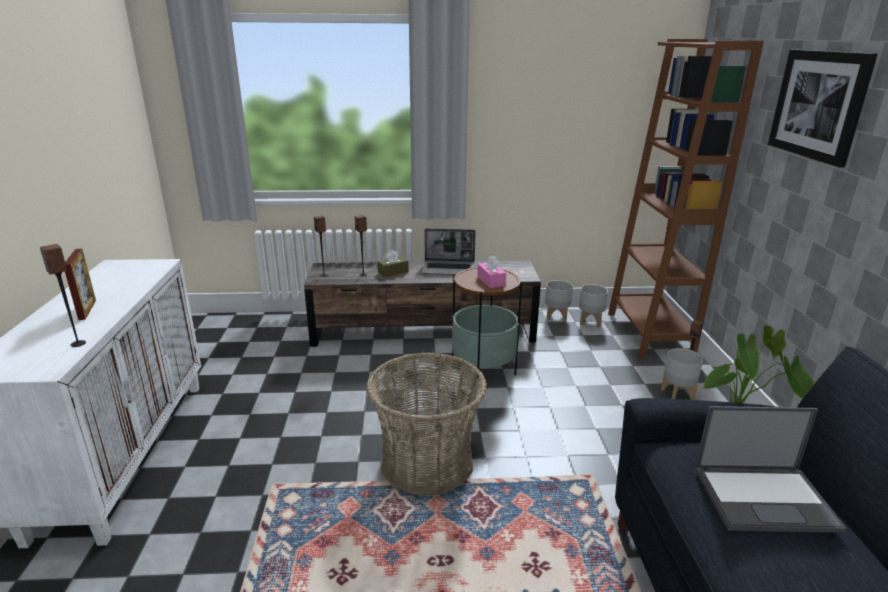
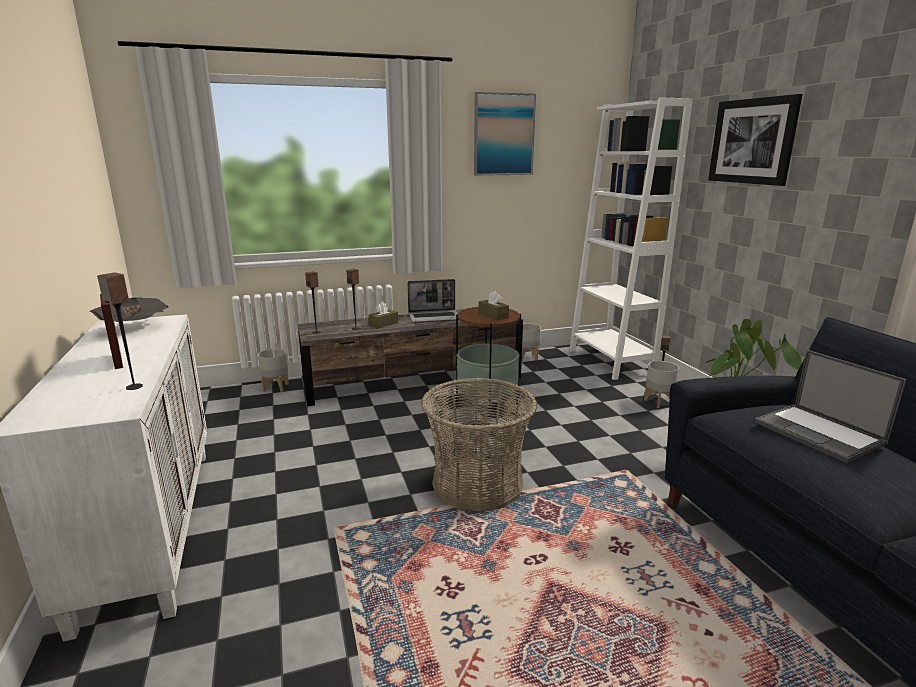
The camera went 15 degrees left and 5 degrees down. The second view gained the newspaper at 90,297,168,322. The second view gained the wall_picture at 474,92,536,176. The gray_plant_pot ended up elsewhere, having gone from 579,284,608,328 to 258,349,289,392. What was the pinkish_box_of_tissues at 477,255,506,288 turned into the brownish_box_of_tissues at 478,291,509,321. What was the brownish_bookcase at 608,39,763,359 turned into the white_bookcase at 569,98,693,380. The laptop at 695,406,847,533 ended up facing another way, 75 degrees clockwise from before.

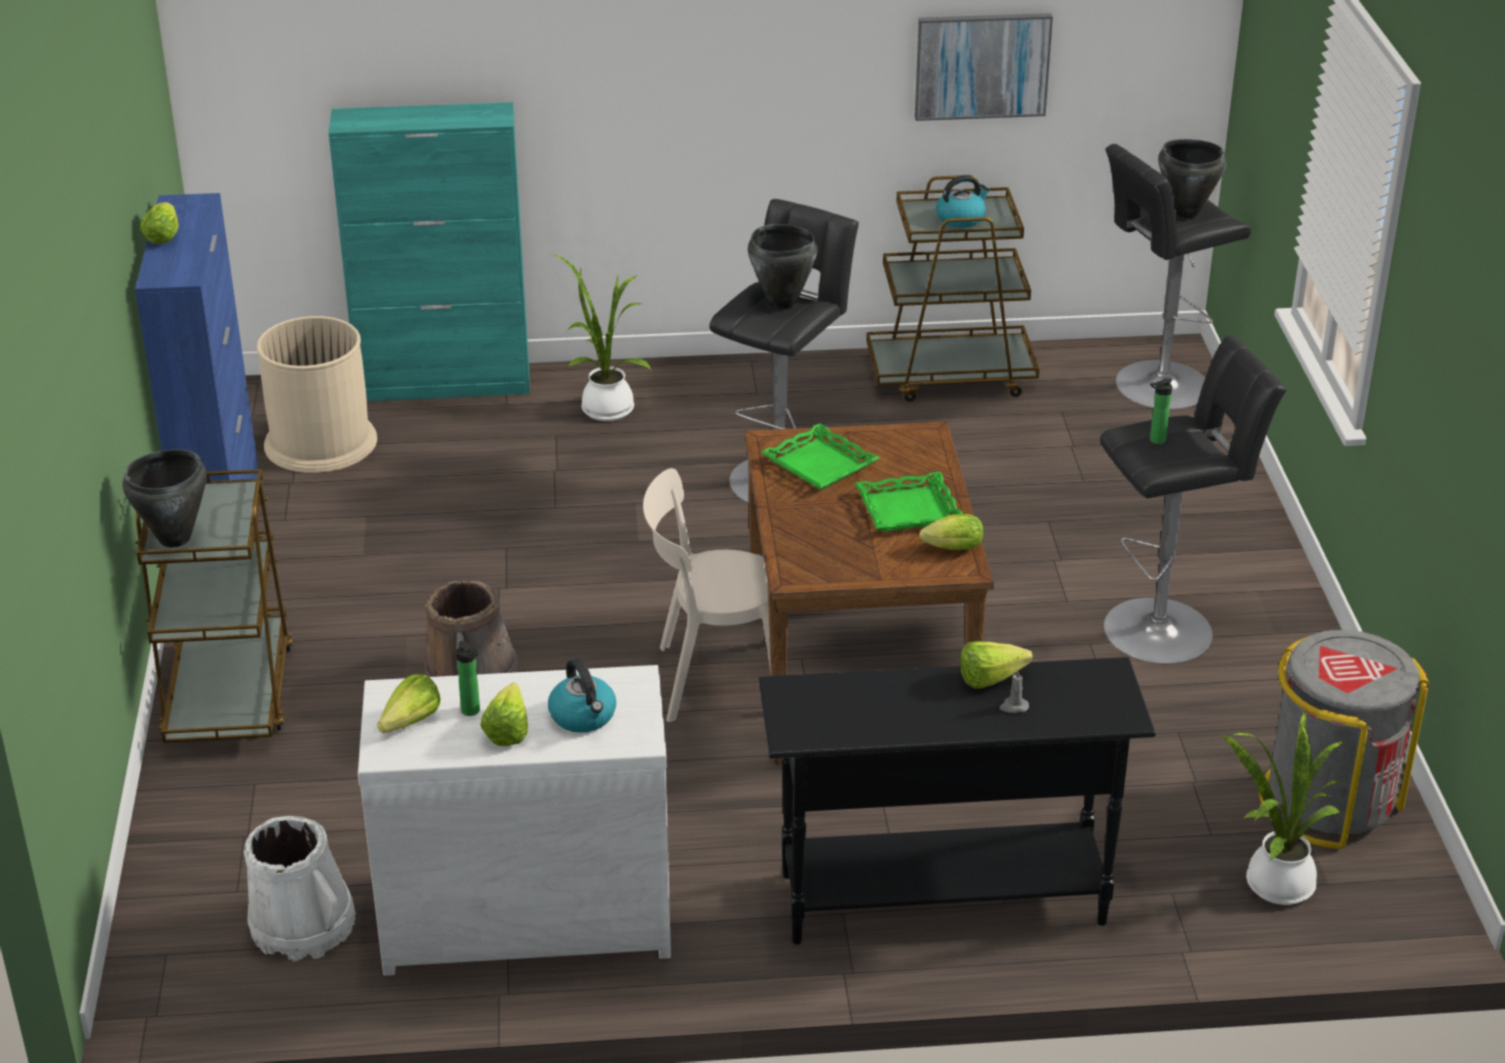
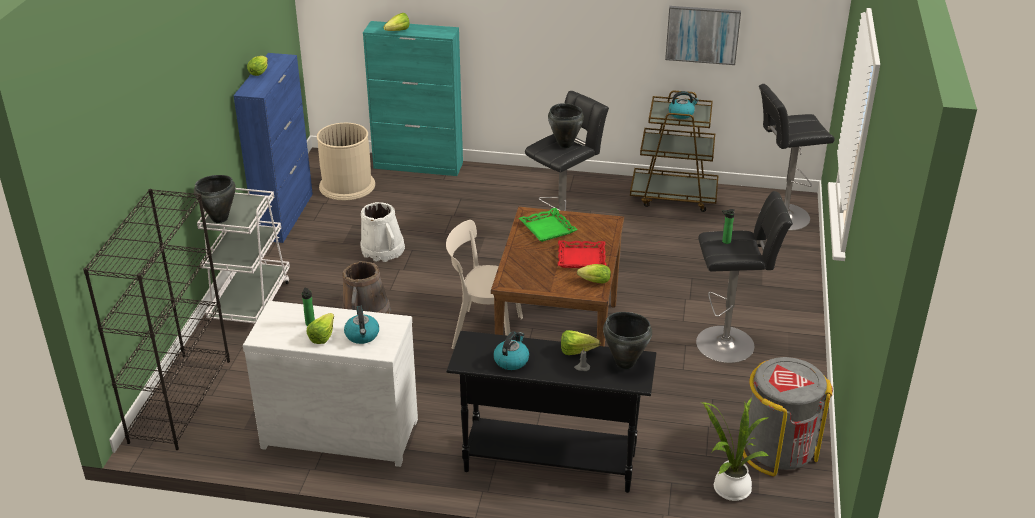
The camera went 15 degrees right and 0 degrees up. The second view lost the houseplant at 552,254,651,421. The second view gained the black_bookcase at 83,189,230,450. The second view gained the water_kettle at 493,331,529,370. The white_bucket ended up elsewhere, having gone from 243,816,356,962 to 360,202,405,262. The lettuce ended up elsewhere, having gone from 378,674,440,733 to 383,13,410,31. The black_saucepot ended up elsewhere, having gone from 1158,139,1226,219 to 603,312,652,369. What was the brownish_cart at 135,469,293,743 turned into the white_cart at 197,188,290,323. What was the green_carrying_tray at 855,472,963,532 turned into the reddish_carrying_tray at 558,240,606,268.

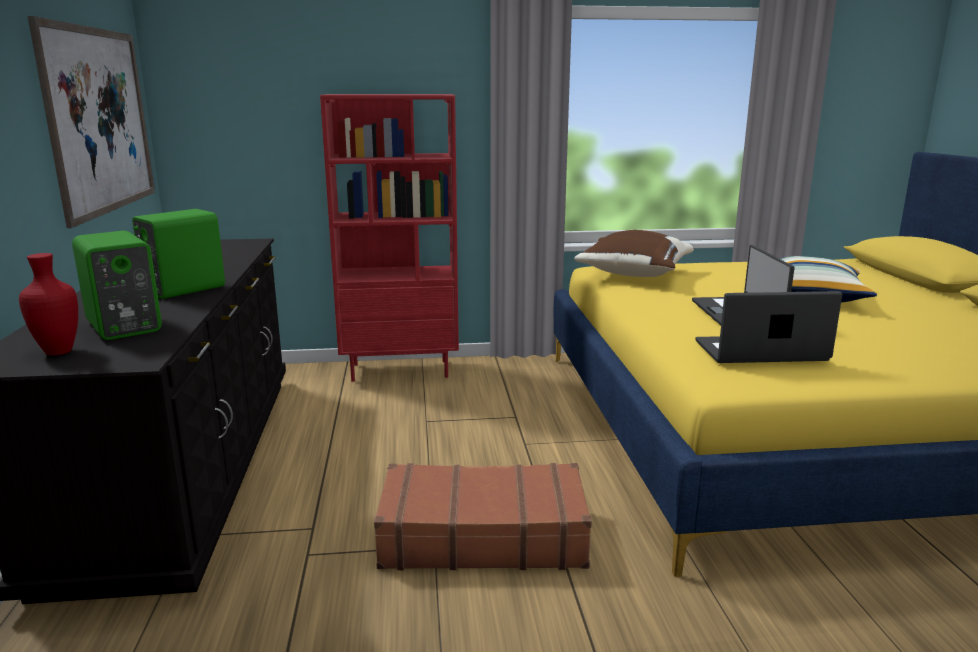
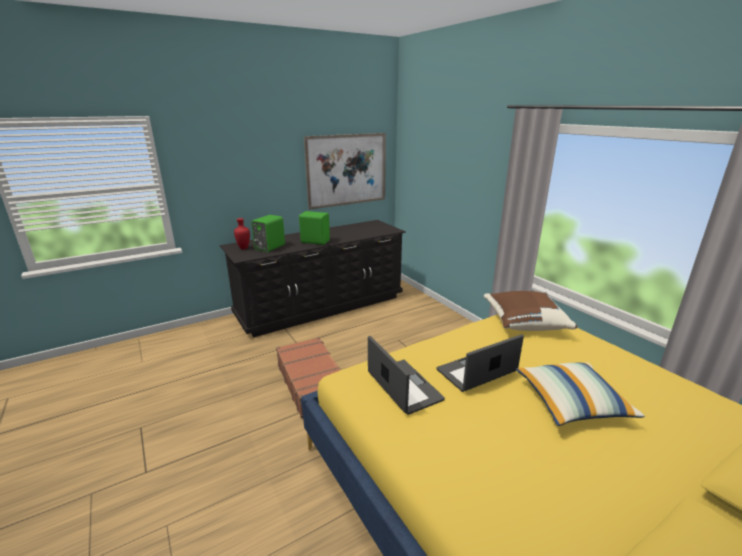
The camera went 65 degrees right and 5 degrees up. The second view lost the reddish_bookcase at 320,94,459,382.

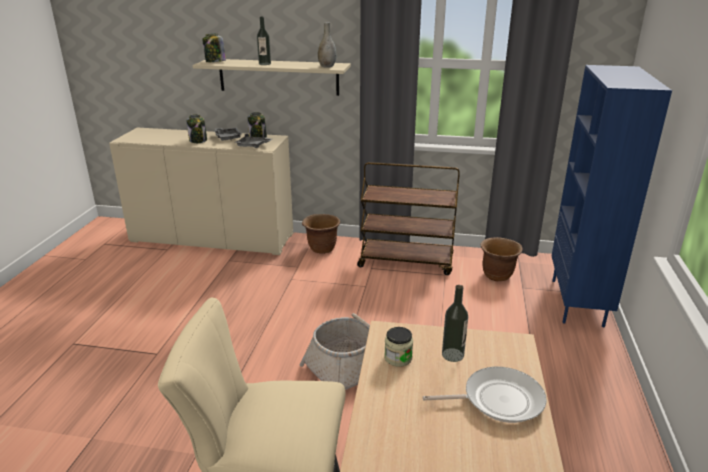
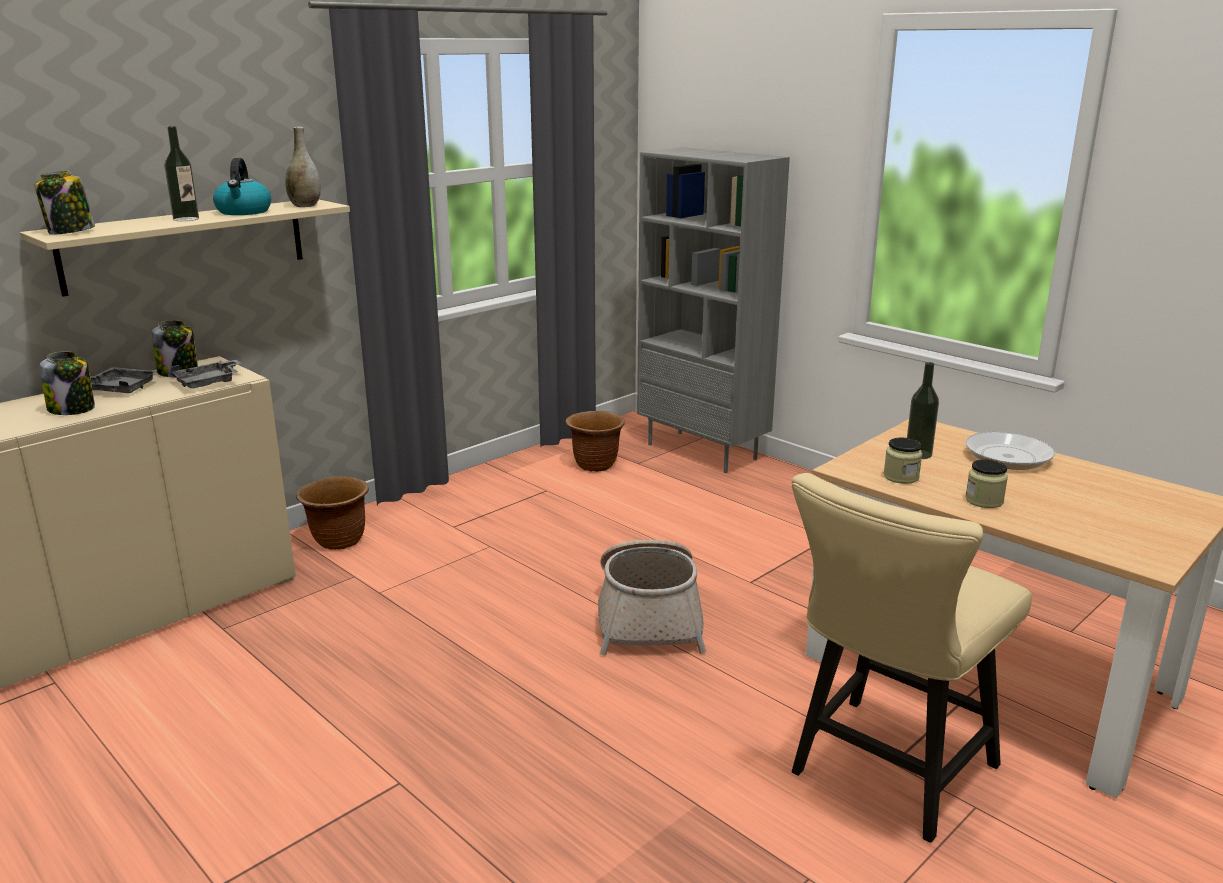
The camera went 55 degrees left and 5 degrees down. The second view lost the brownish_cart at 357,162,460,275. The second view gained the water_kettle at 213,158,271,215. The second view gained the preserve_jar at 965,459,1008,508. What was the blue_bookcase at 552,65,672,327 turned into the gray_bookcase at 637,147,790,473.

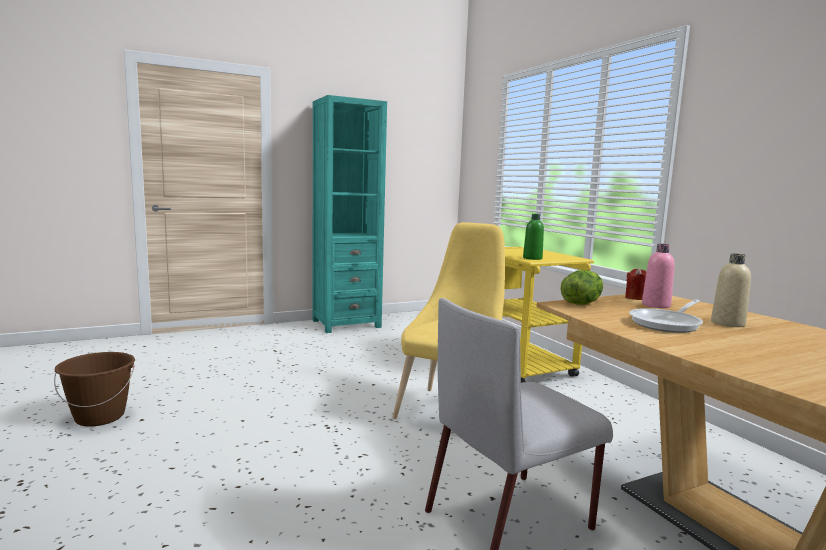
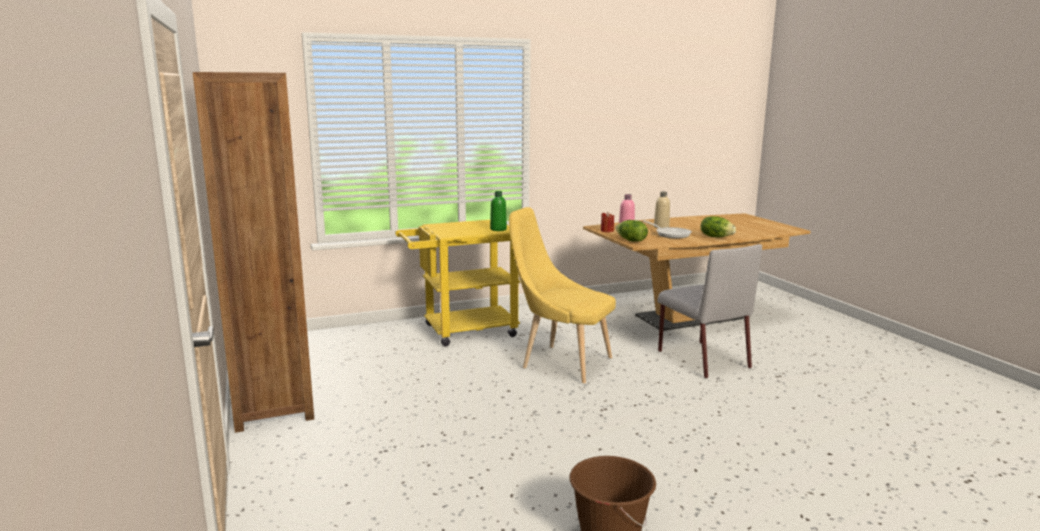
The camera went 85 degrees left and 5 degrees up. The second view gained the lettuce at 701,216,736,237. What was the turquoise-coloured_bookcase at 313,95,387,333 turned into the brownish_bookcase at 193,72,314,433.

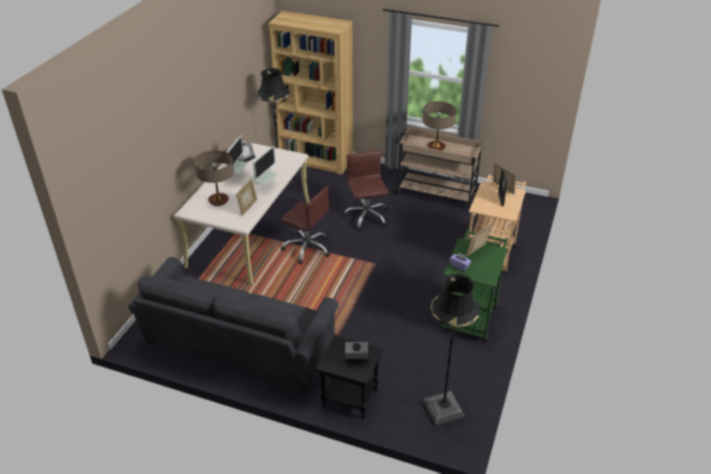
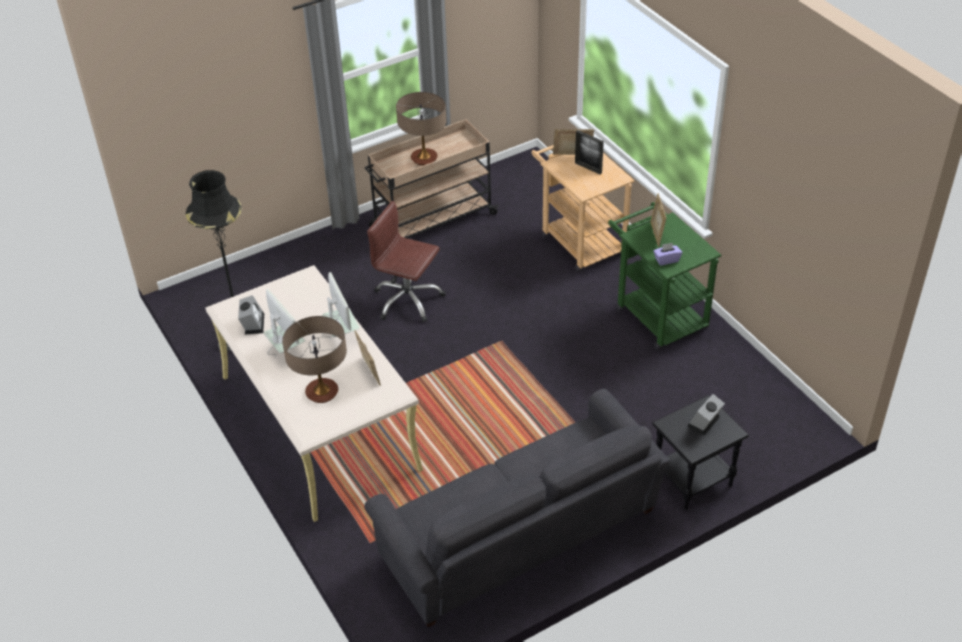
The camera went 50 degrees left and 5 degrees up. The second view lost the brownish_bookcase at 268,11,353,175. The second view lost the brownish_desk_chair at 280,186,330,264. The second view lost the black_floor_lamp at 423,274,480,425.

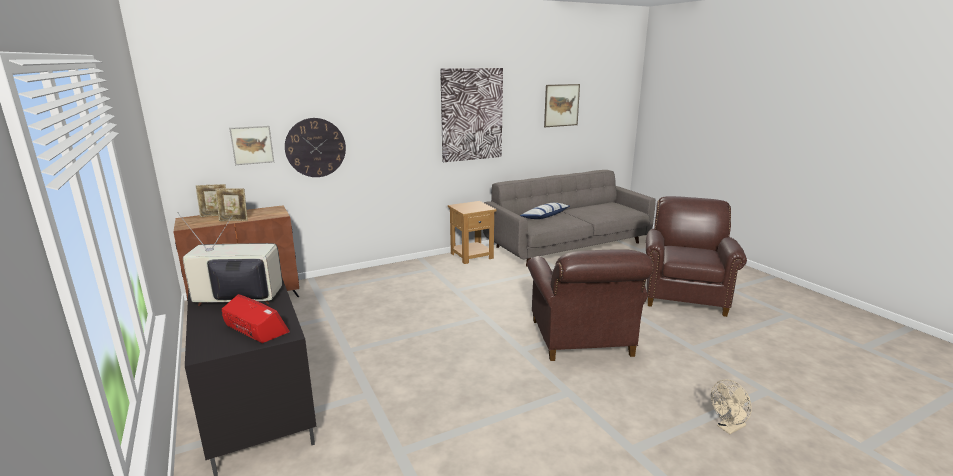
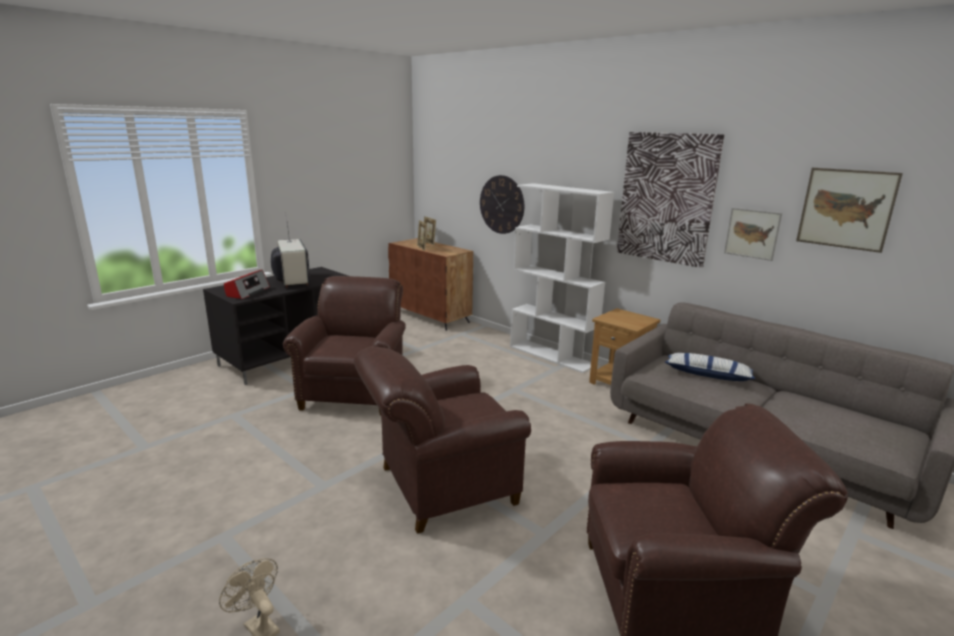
The camera went 70 degrees right and 0 degrees up. The second view gained the brownish_lounge_chair at 283,276,406,415. The second view gained the white_bookcase at 510,183,614,373. The wall_picture ended up elsewhere, having gone from 229,126,274,165 to 724,208,782,261.

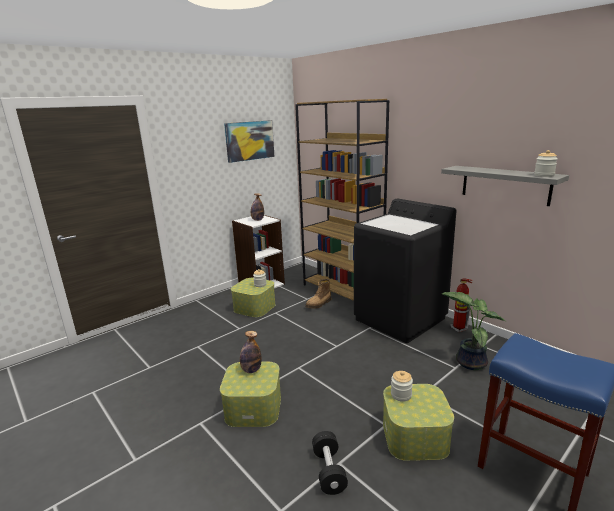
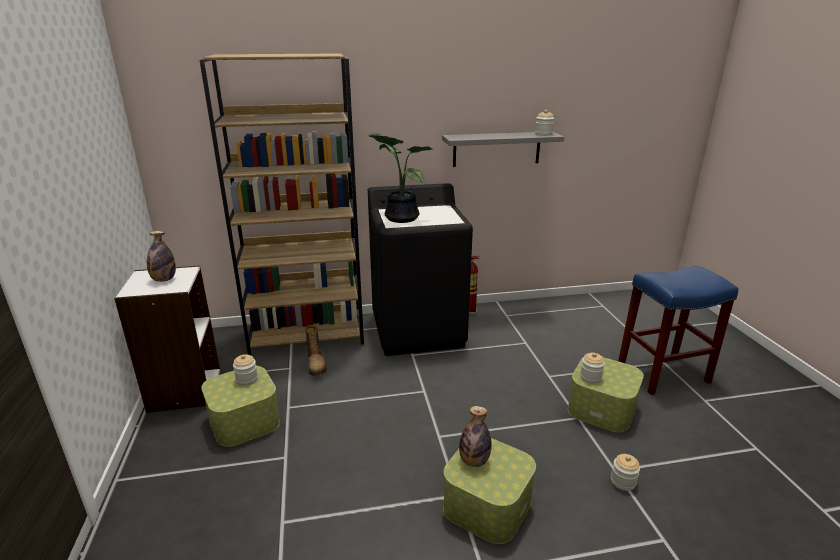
The camera went 60 degrees left and 5 degrees up. The second view lost the wall_picture at 224,120,275,163. The houseplant ended up elsewhere, having gone from 442,292,505,370 to 369,133,432,223. Where the black_free_weight stood at 312,431,348,495, the preserve_jar came to stand at 611,454,640,491.

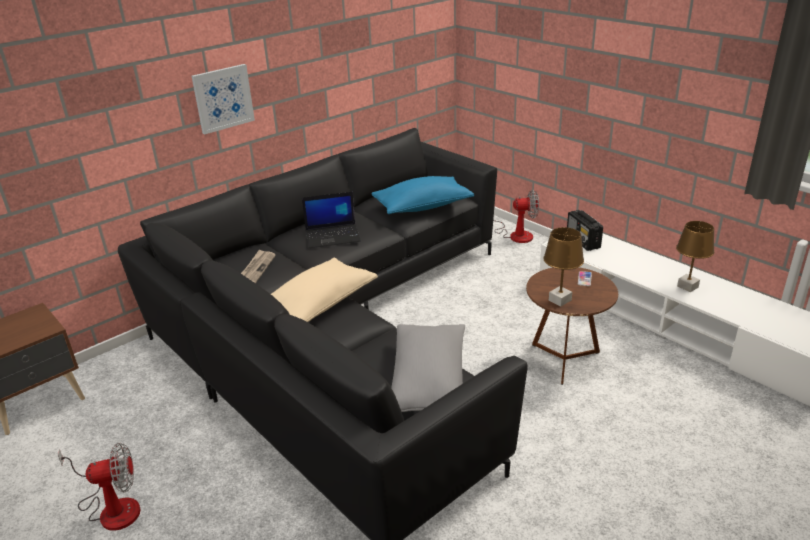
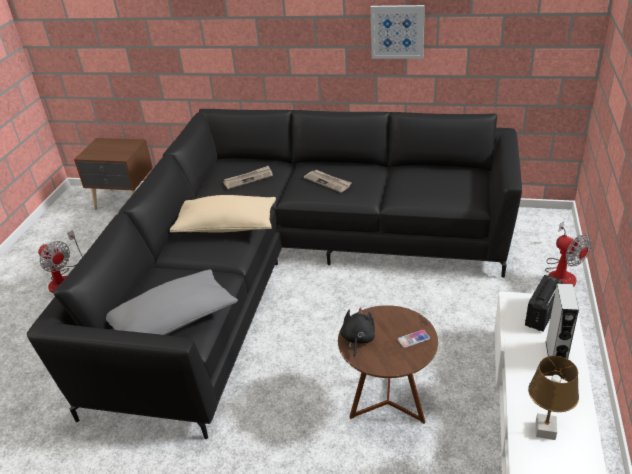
The camera went 55 degrees right and 5 degrees up. The second view lost the blue_cushion at 371,176,474,214. The second view gained the gray_loudspeaker at 546,283,579,359. The wall_picture ended up elsewhere, having gone from 192,64,255,134 to 371,5,425,59. Where the laptop stood at 302,192,361,248, the newspaper came to stand at 304,170,352,193. Where the brownish_table_lamp stood at 543,227,584,307, the black_plush_toy came to stand at 340,307,375,357.

